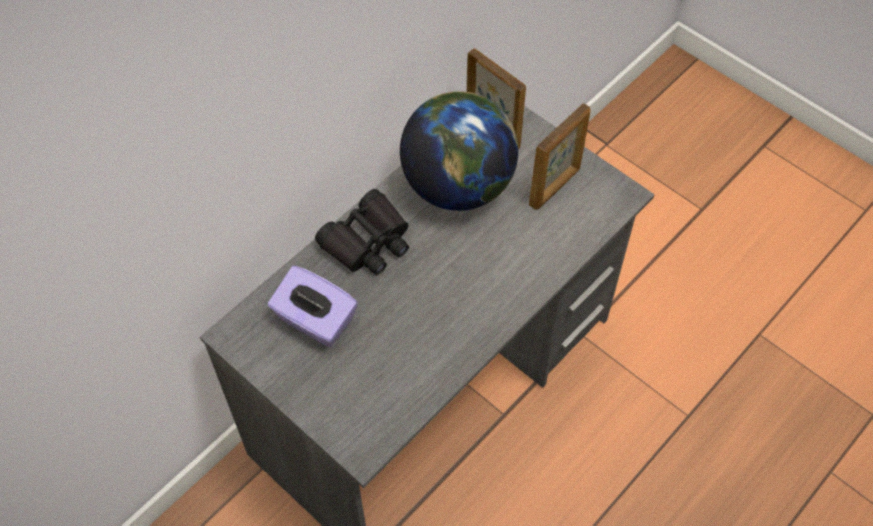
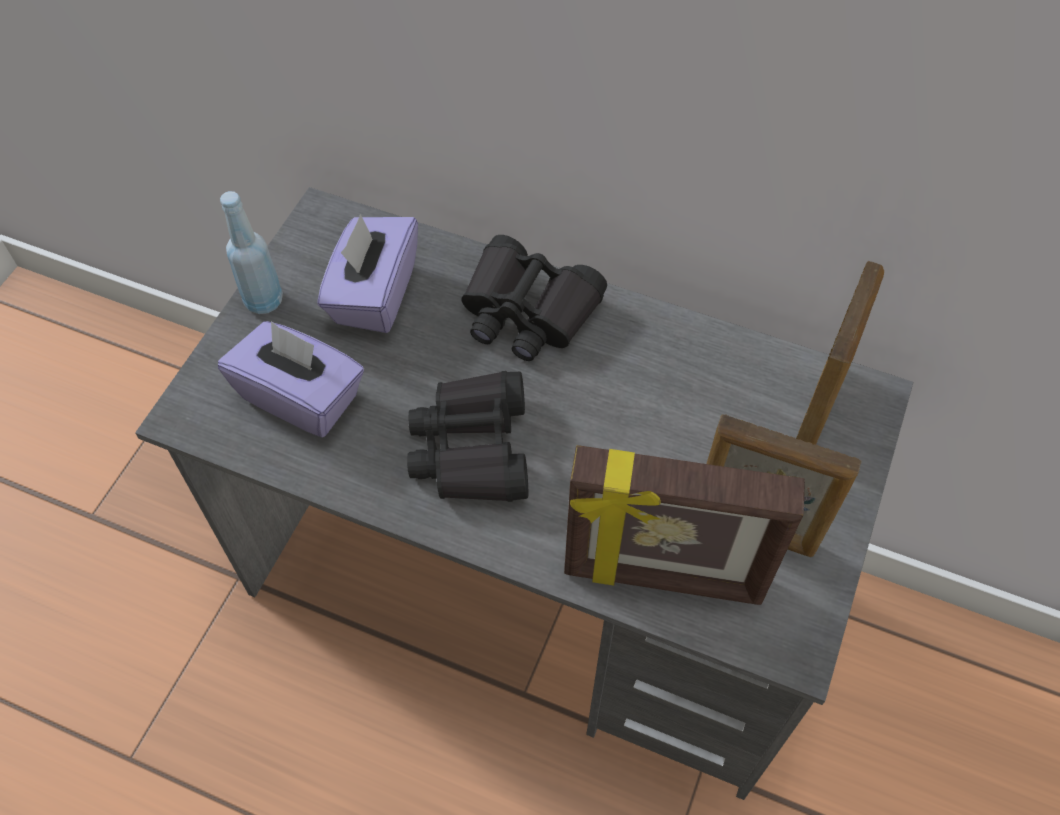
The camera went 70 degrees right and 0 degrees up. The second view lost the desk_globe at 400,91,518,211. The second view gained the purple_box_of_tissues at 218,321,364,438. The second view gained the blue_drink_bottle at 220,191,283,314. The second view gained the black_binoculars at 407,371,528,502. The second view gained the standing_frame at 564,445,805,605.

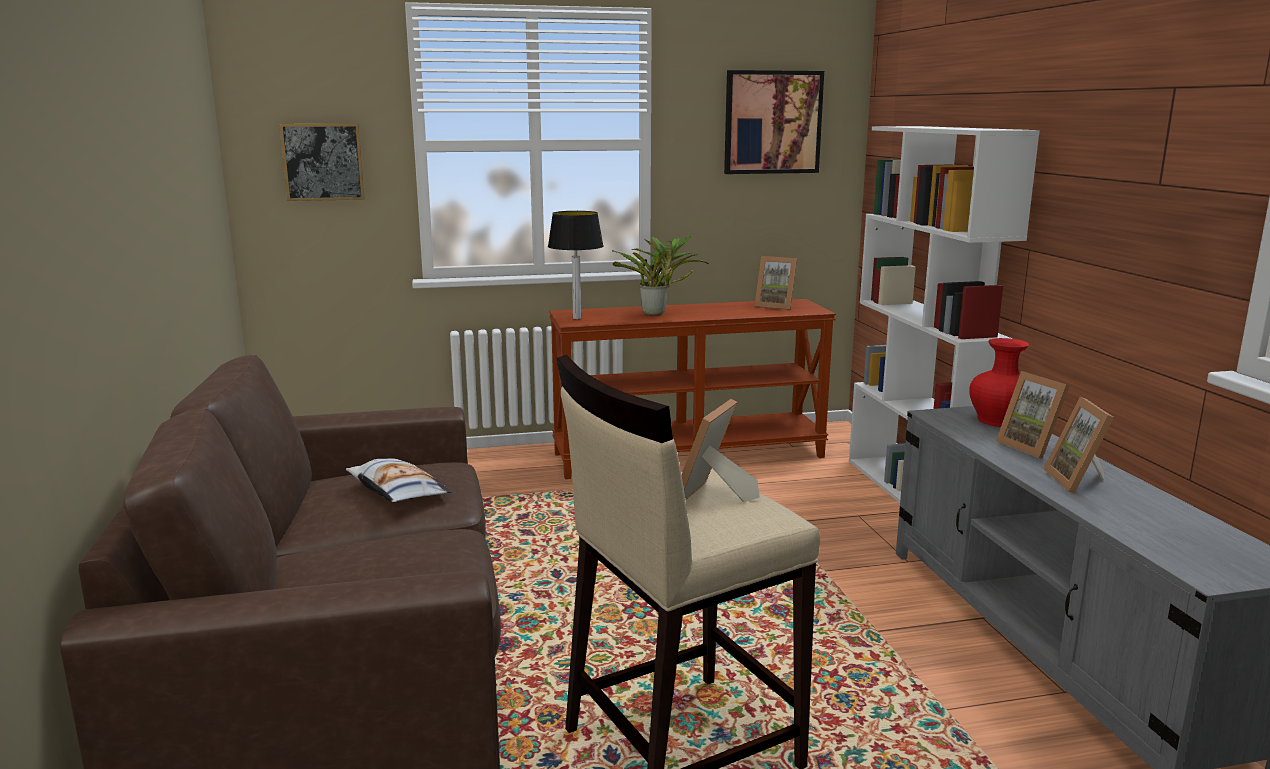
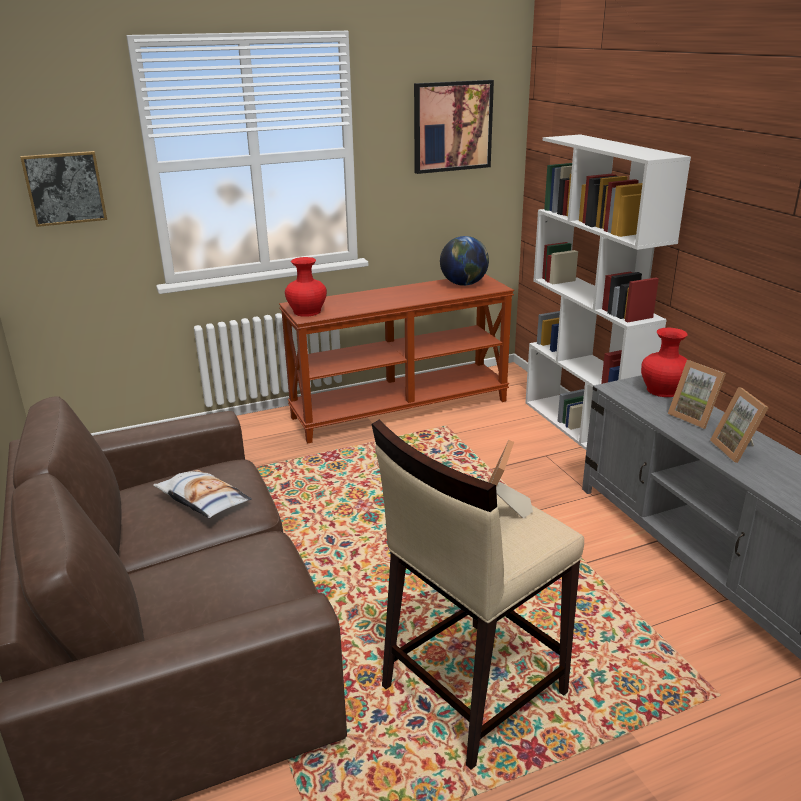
The camera went 10 degrees left and 10 degrees up. The second view lost the houseplant at 612,233,708,316. Where the table_lamp stood at 548,211,604,319, the reddish_vase came to stand at 285,257,327,317. Where the standing_frame stood at 755,256,797,310, the desk_globe came to stand at 440,236,489,286.

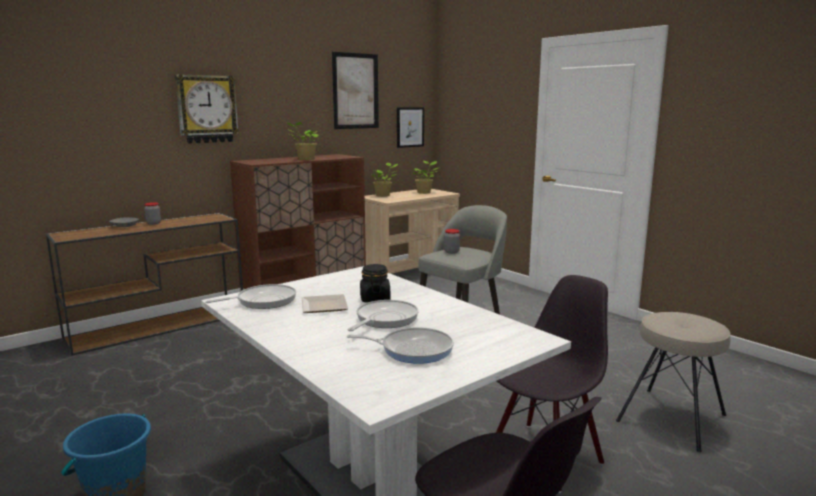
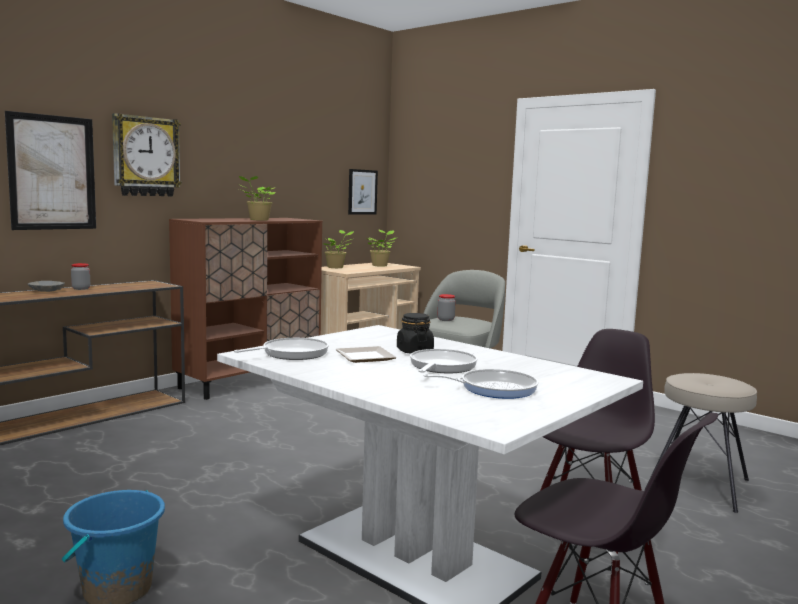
The camera went 10 degrees left and 5 degrees down. The wall_picture ended up elsewhere, having gone from 332,52,379,129 to 5,111,96,230.

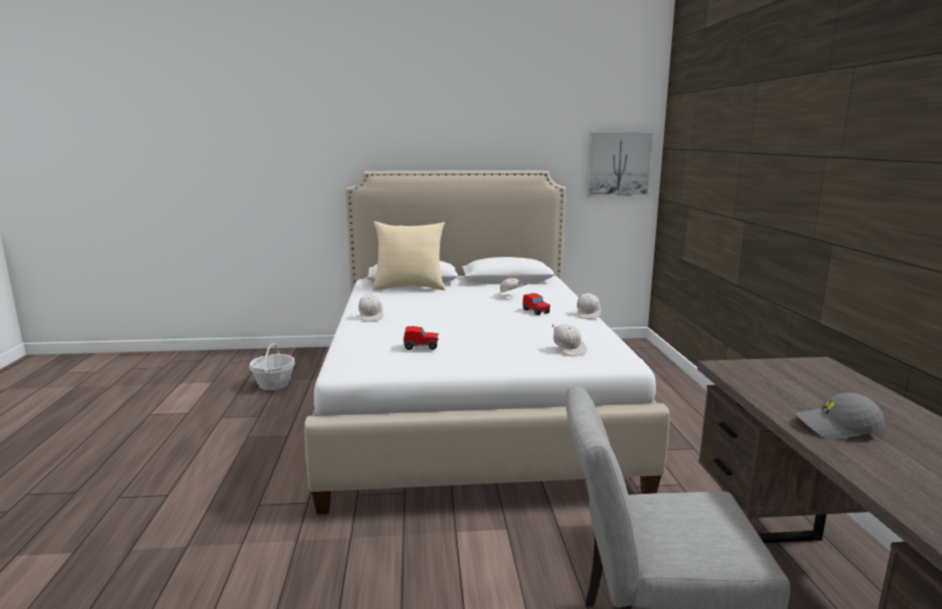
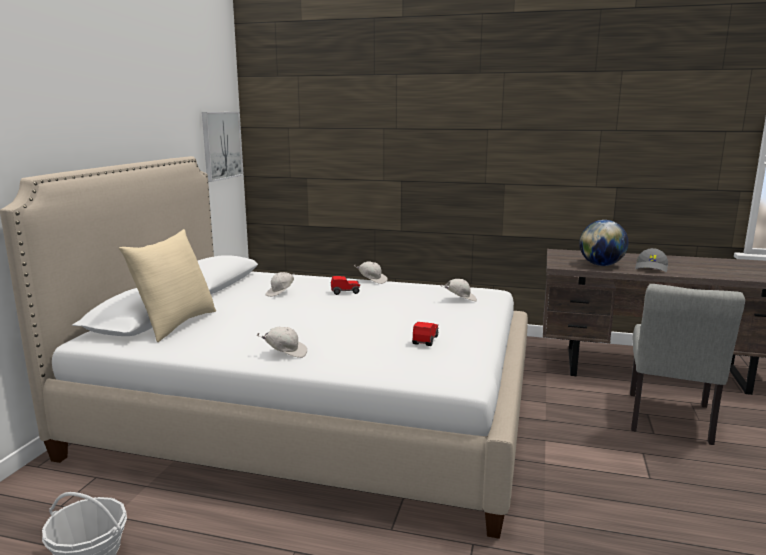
The camera went 70 degrees left and 0 degrees up. The second view gained the desk_globe at 579,220,629,266.

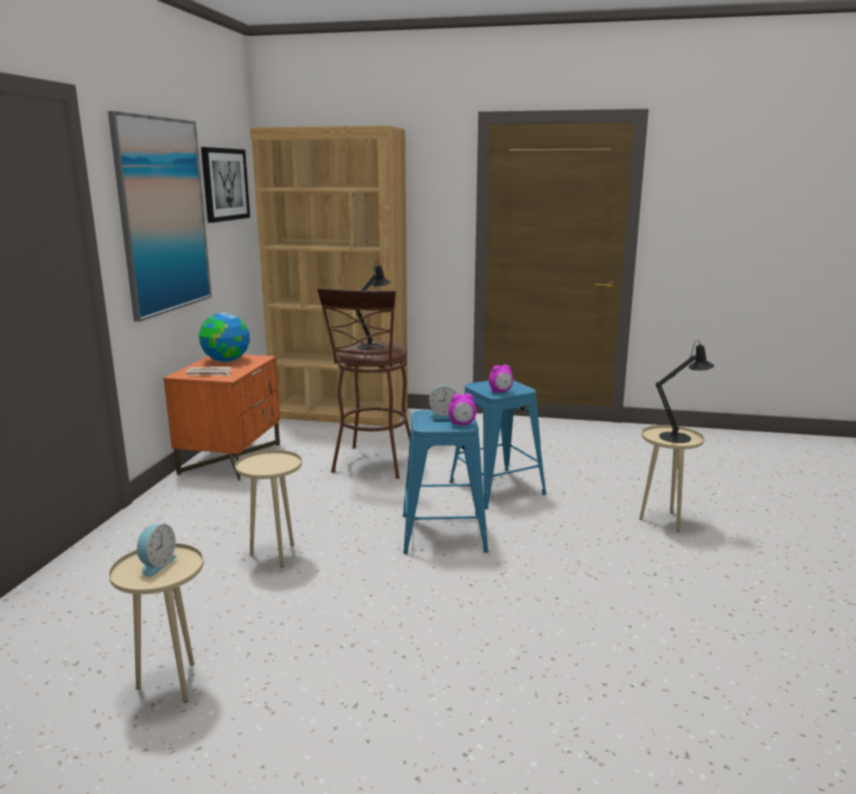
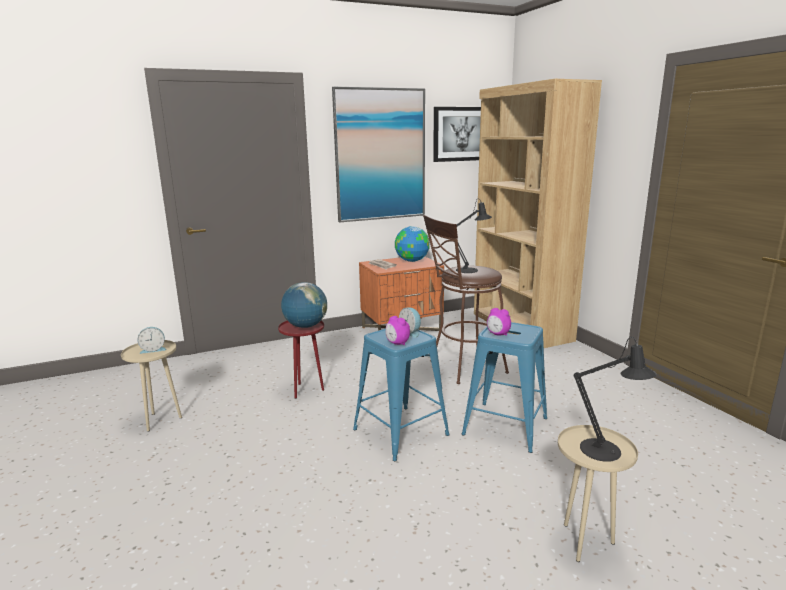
The camera went 55 degrees right and 0 degrees up. The second view gained the desk_globe at 281,282,327,328. What was the beige_accent_table at 235,450,302,567 turned into the reddish_accent_table at 278,321,324,399.

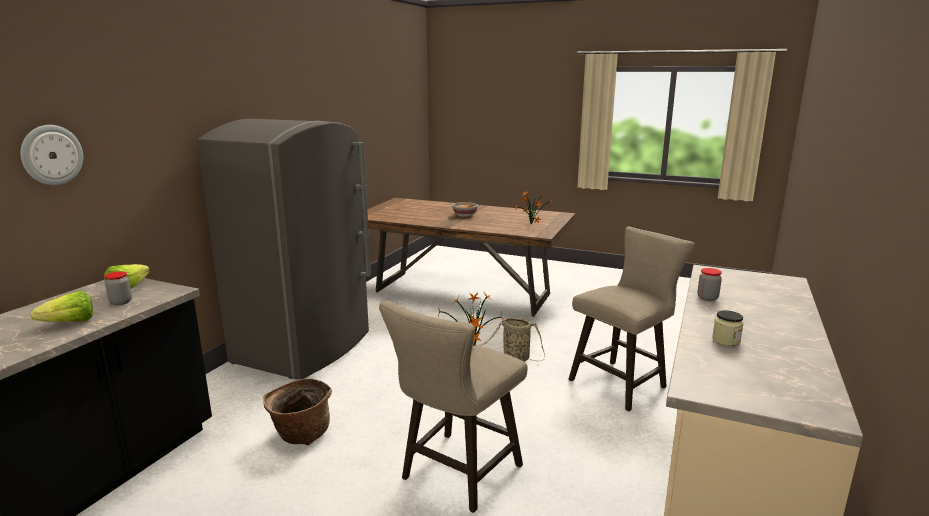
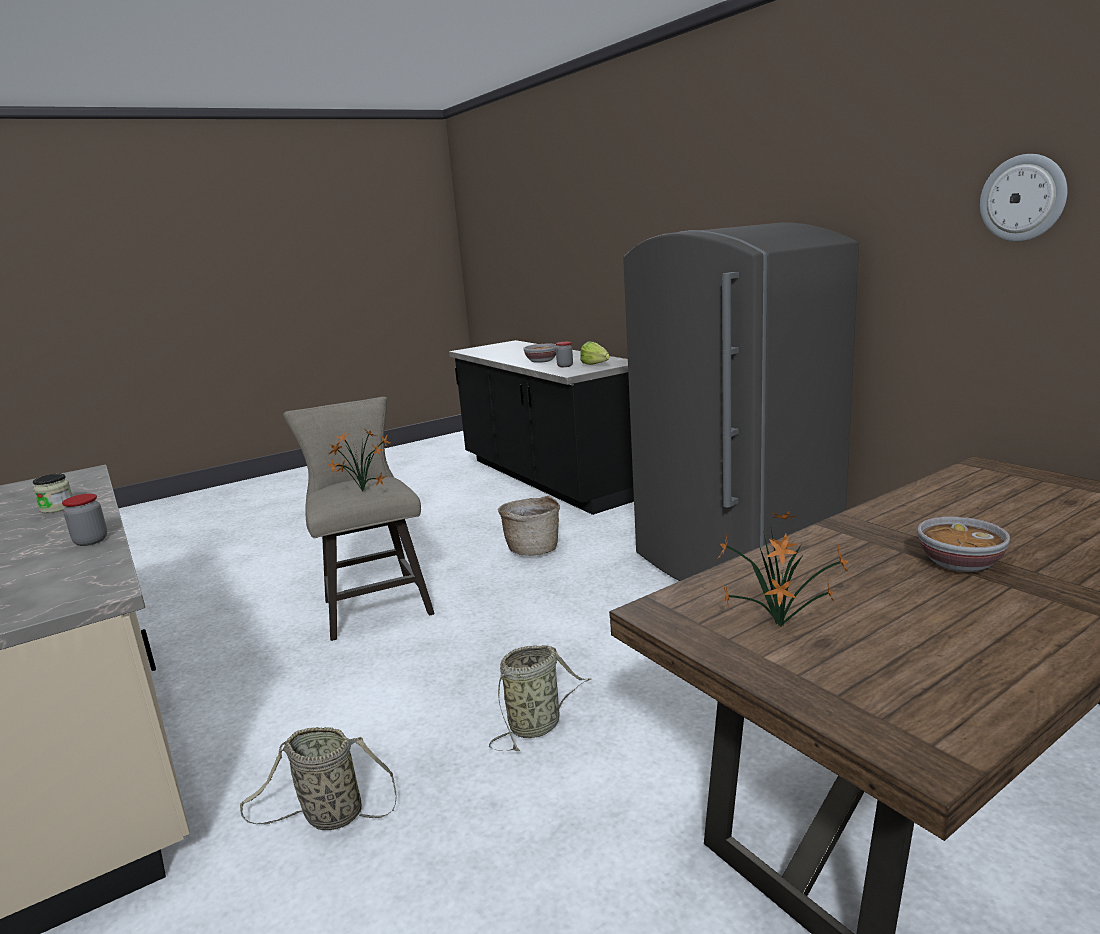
The camera went 125 degrees right and 0 degrees up. The clock_on_the_wall ended up elsewhere, having gone from 21,125,83,185 to 980,154,1067,242. Where the lettuce stood at 30,291,93,322, the serving_bowl came to stand at 524,344,557,363. Where the beige_stool_seat stood at 569,227,695,411, the basket came to stand at 240,727,397,830.

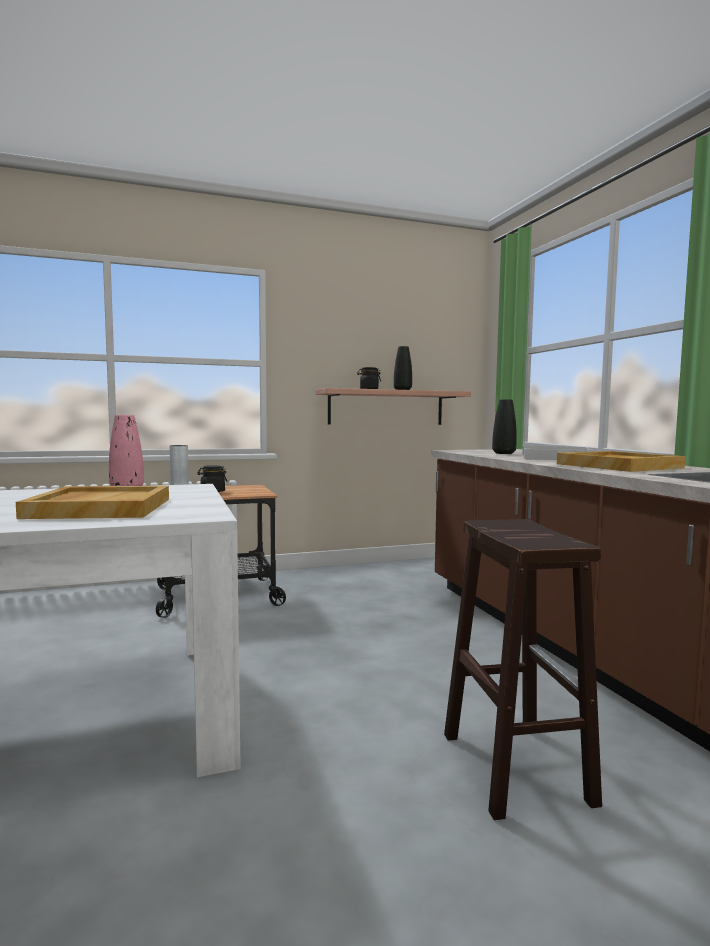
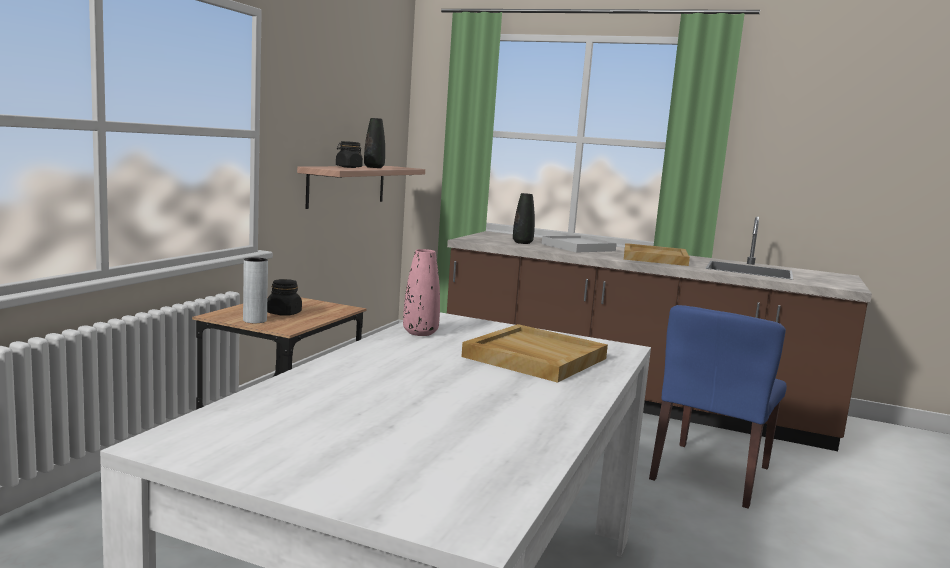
The camera went 50 degrees left and 5 degrees up. Where the brownish_stool_seat stood at 444,519,602,820, the blue_chair came to stand at 649,305,787,509.

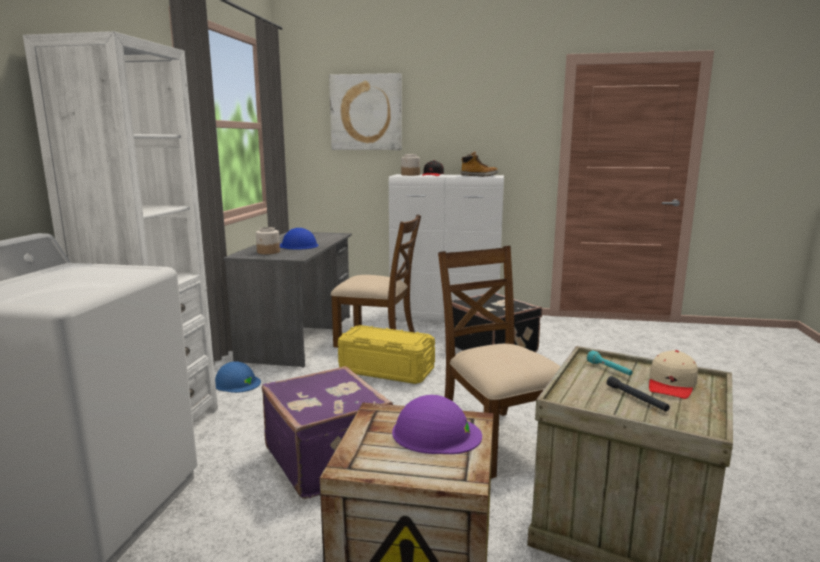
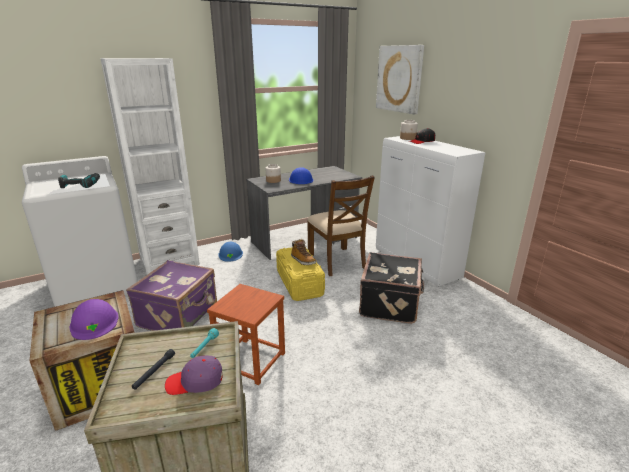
The camera went 50 degrees right and 10 degrees up. The second view gained the electric_drill at 58,173,100,188. The tall_boot ended up elsewhere, having gone from 461,151,498,177 to 291,239,316,265. Where the brownish_chair stood at 438,246,561,479, the brownish_stool_seat came to stand at 207,284,285,385. What was the beige_baseball_cap at 649,350,698,399 turned into the purple_baseball_cap at 165,355,223,395.

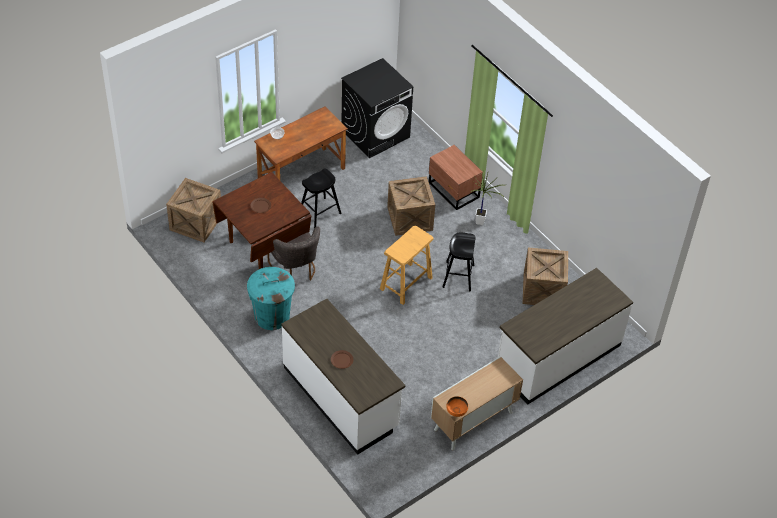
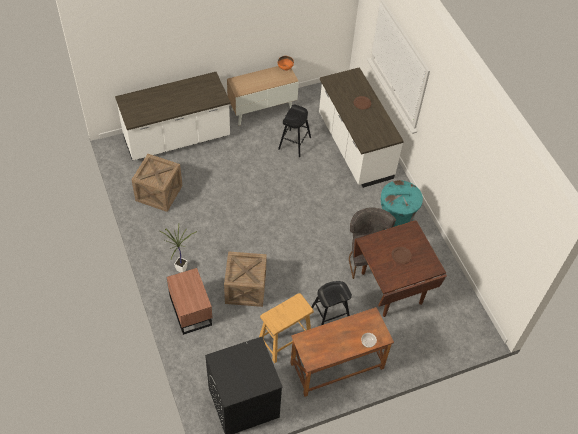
The camera went 165 degrees left and 5 degrees up. The second view lost the shipping_crate at 166,178,221,242. The beige_stool_seat ended up elsewhere, having gone from 380,226,434,305 to 259,293,314,363. The black_stool_seat ended up elsewhere, having gone from 443,232,475,291 to 278,105,311,157.

